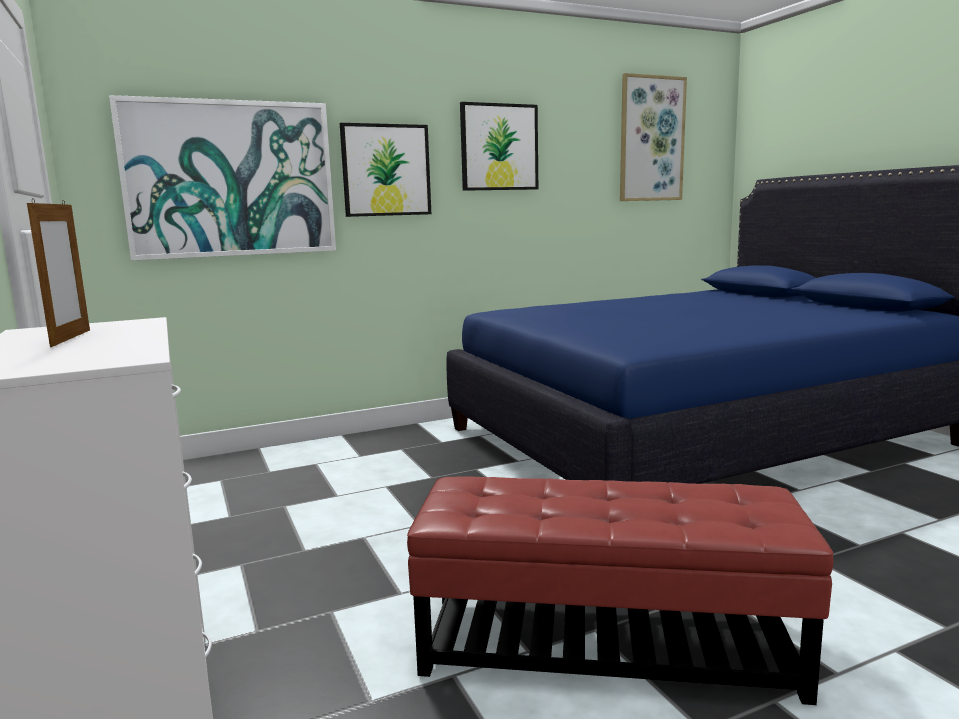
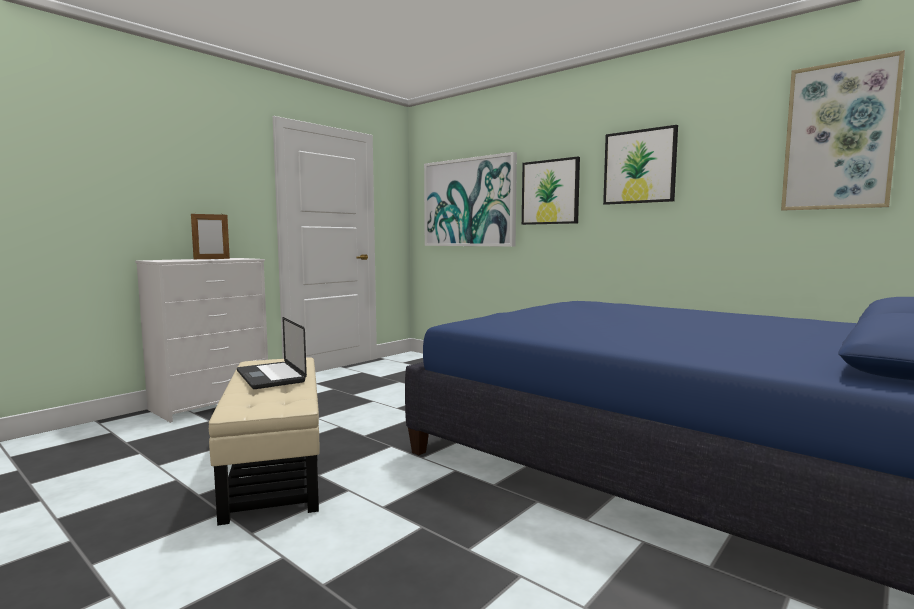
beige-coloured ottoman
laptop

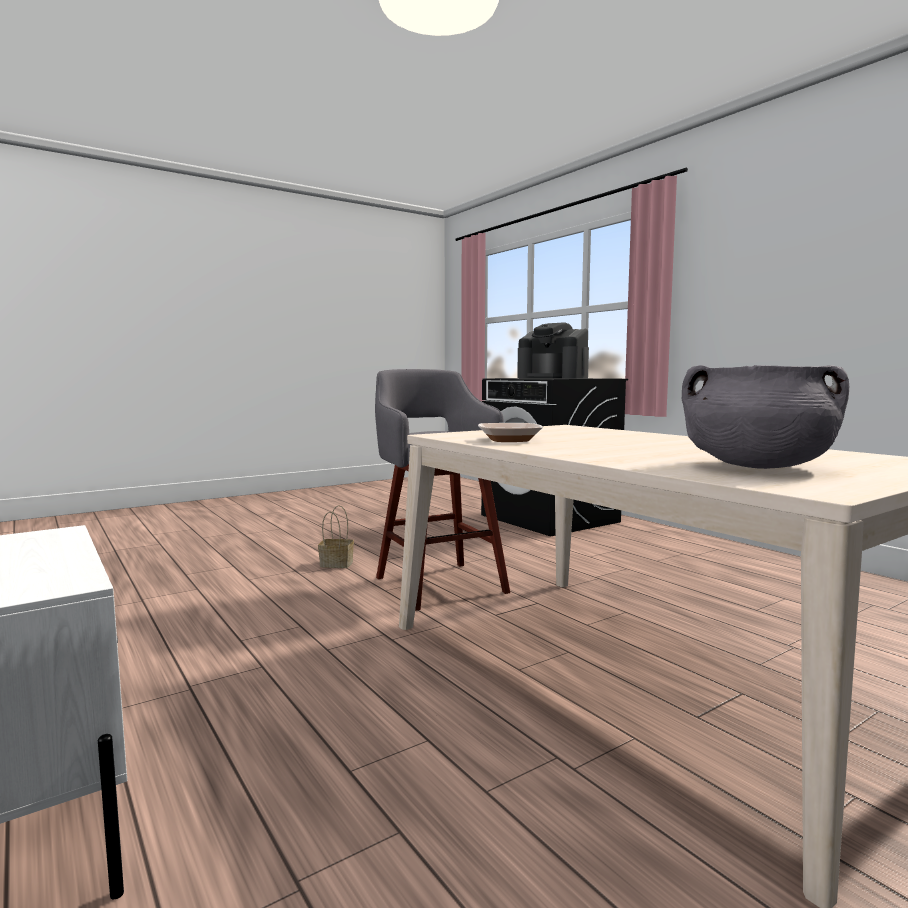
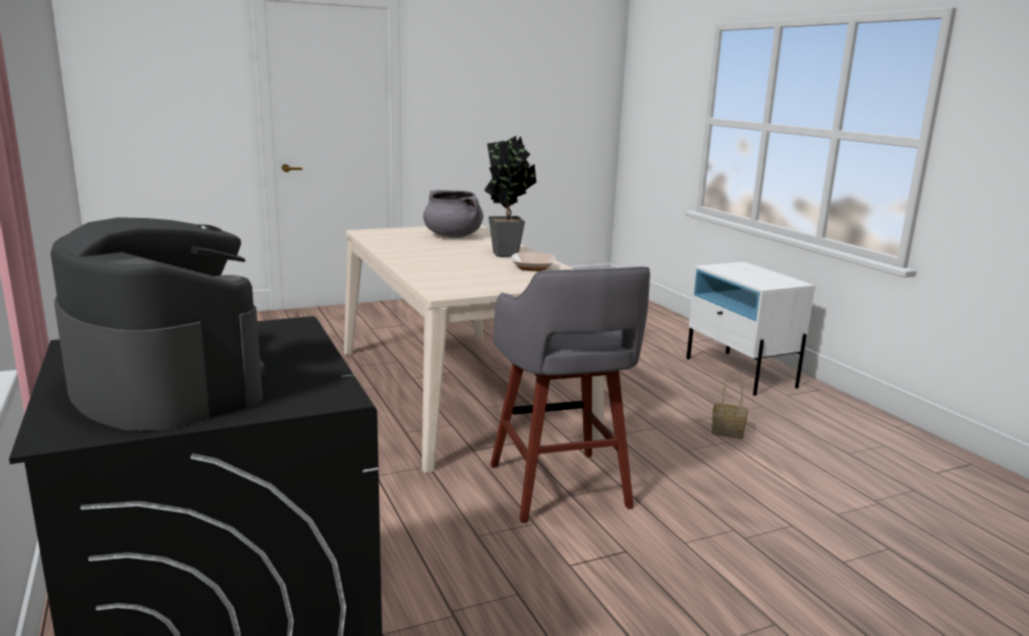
plant in a pot
storage basket

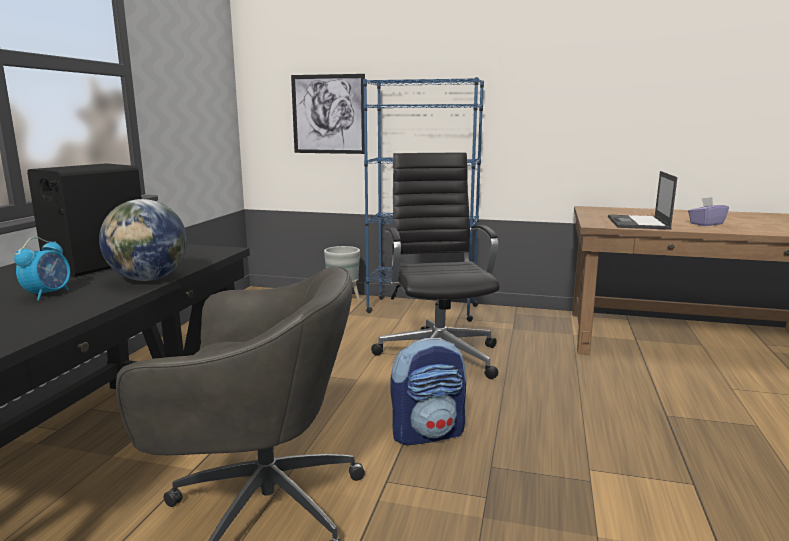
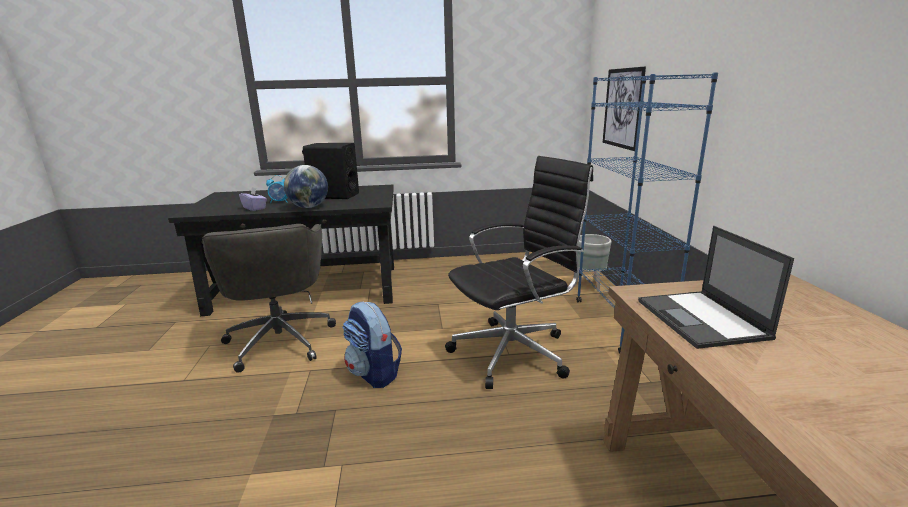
purple-coloured tissue holder
laptop

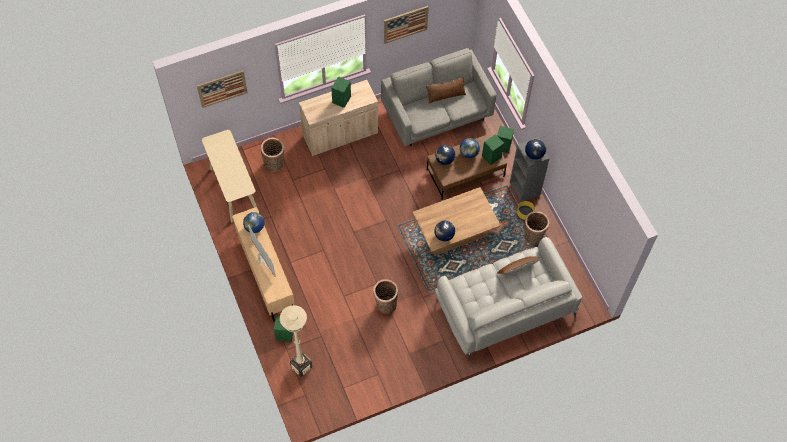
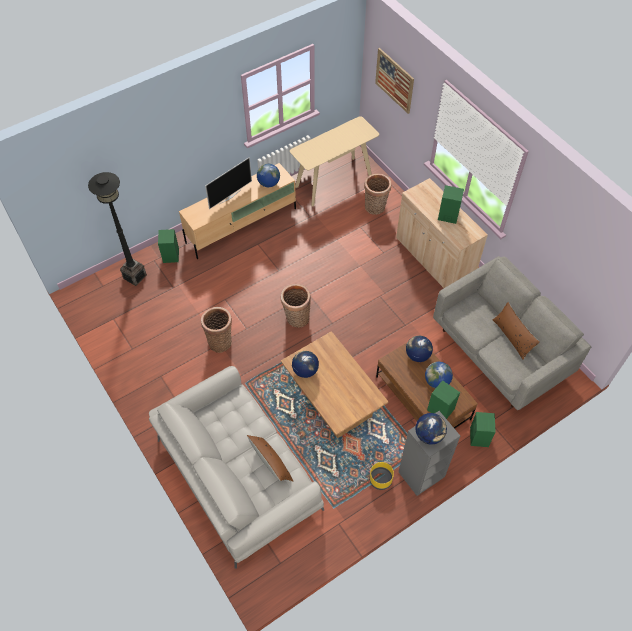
black-coloured standard lamp
storage basket (2nd from left)
picture (2nd from left in the first image)

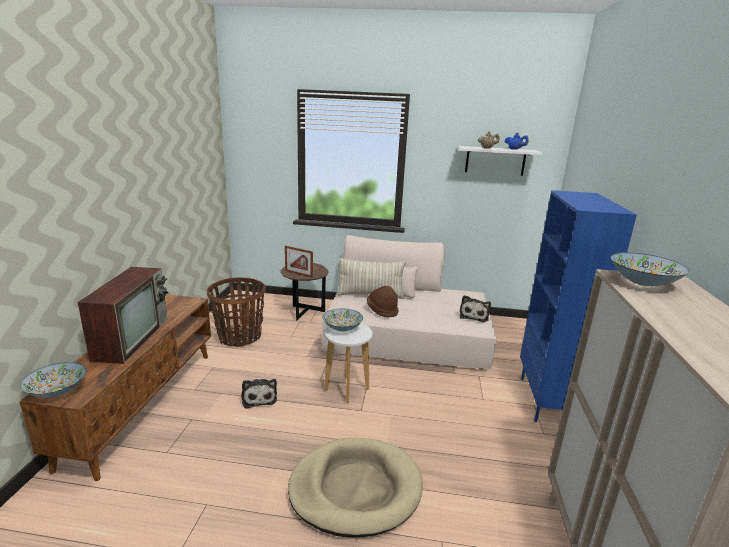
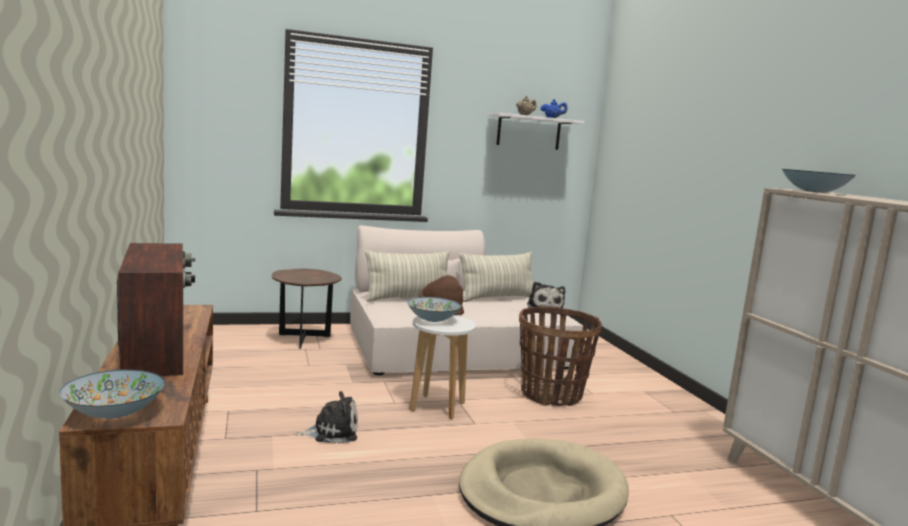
soft toy (1st from left)
pillow (2nd from left)
storage basket
photo frame
bluish shelving unit

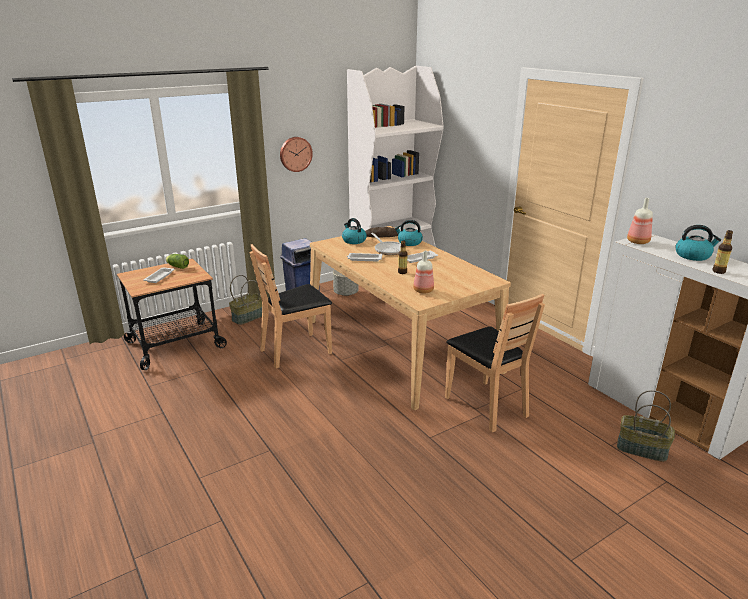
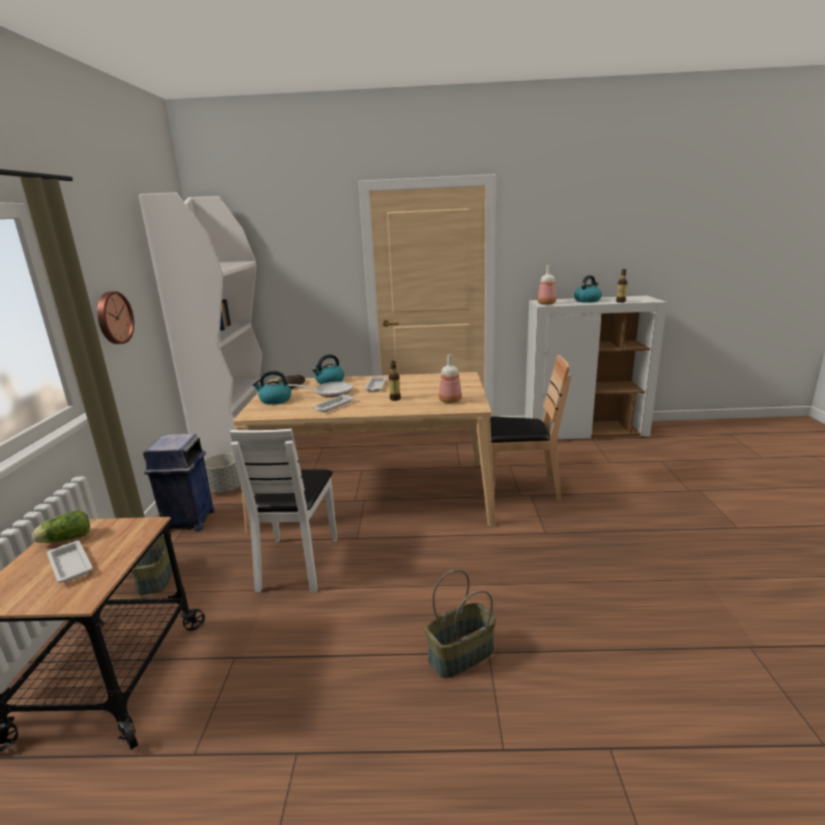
white-coloured plain chair
storage basket (2nd from left)

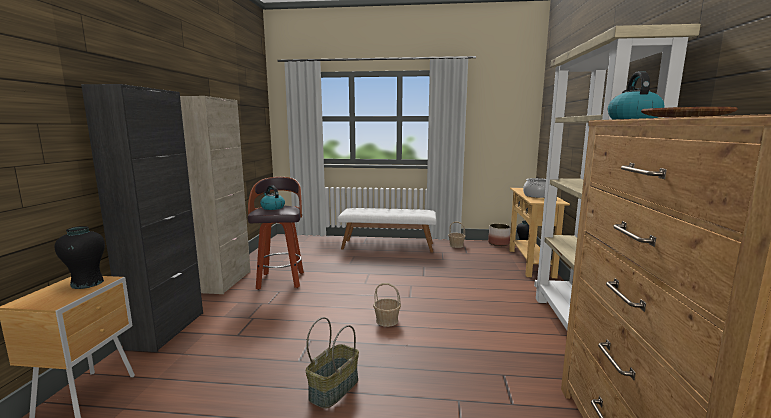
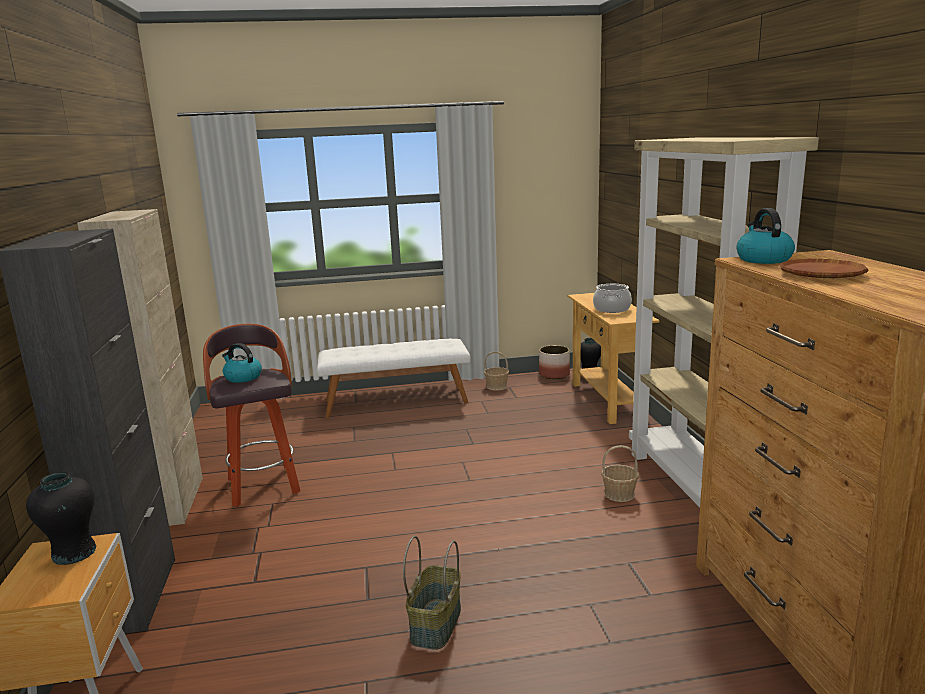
storage basket (3rd from left)

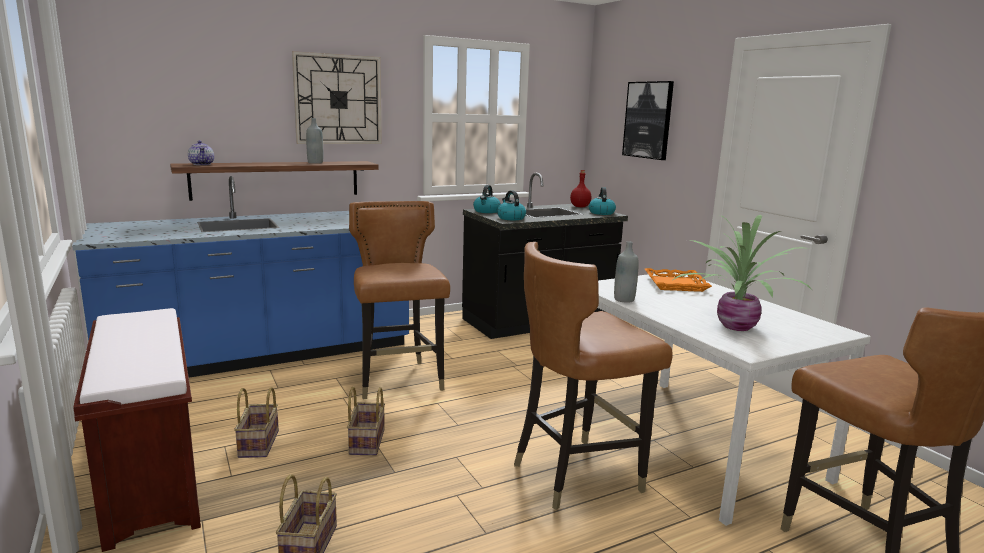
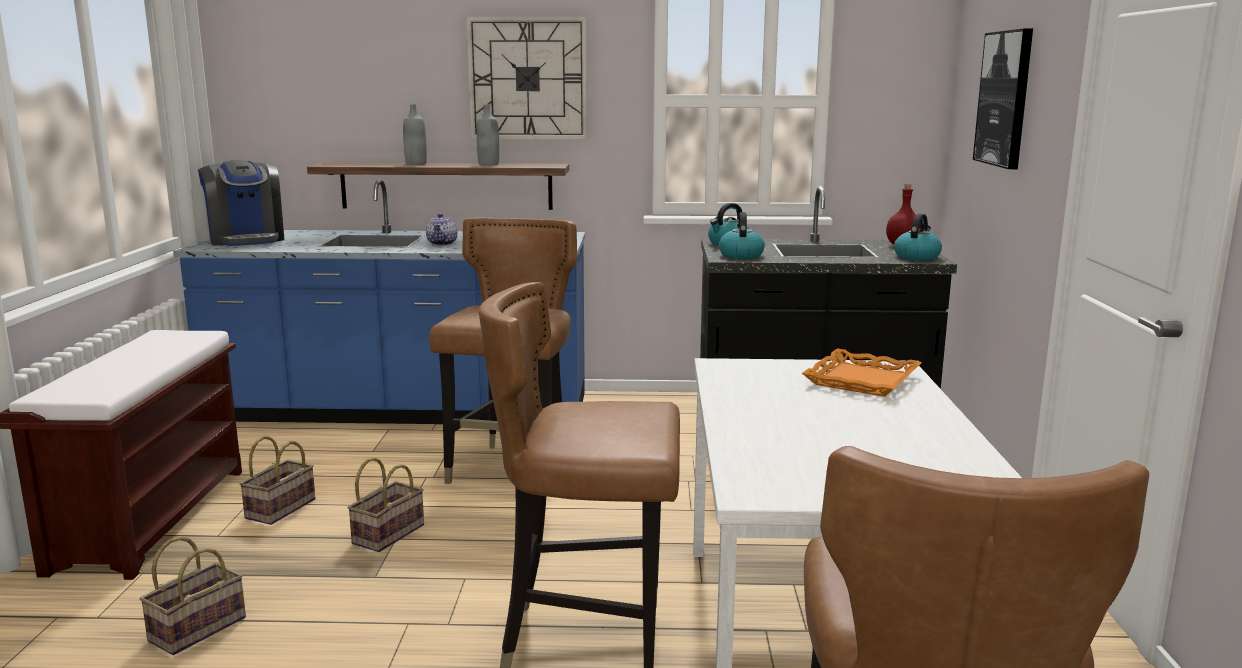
coffee maker
grey drink bottle (1st from left)
teapot
plant in a pot

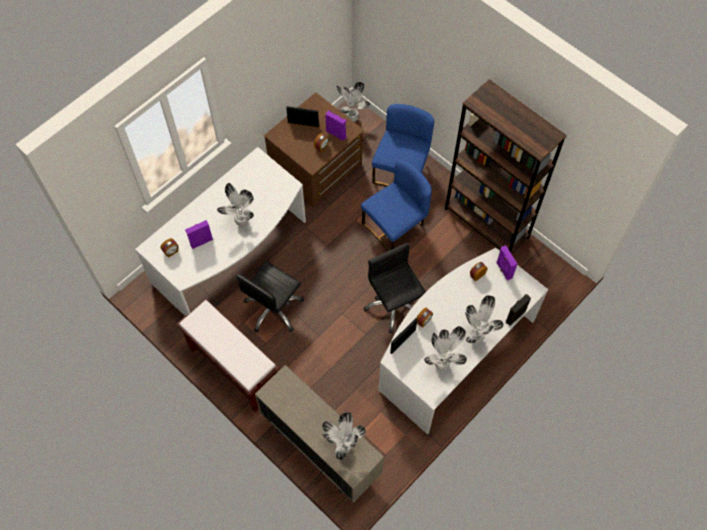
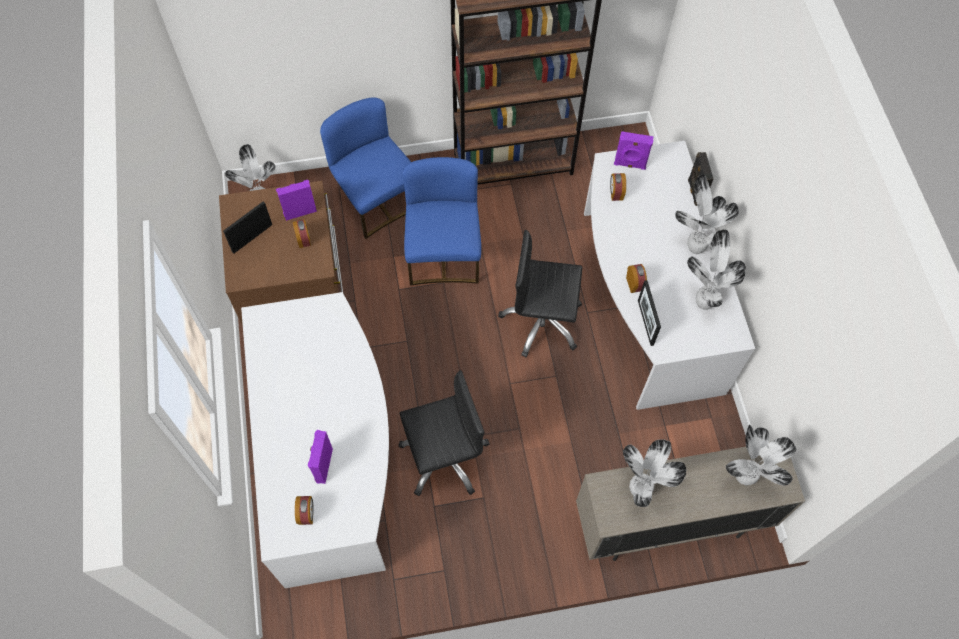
black-coloured desk chair (1st from left)
plant in a pot (2nd from left)
brown-coloured long seat

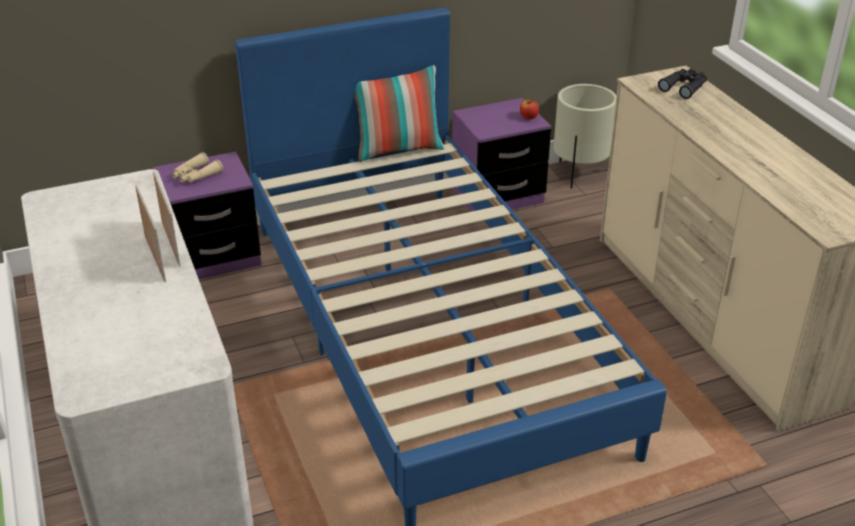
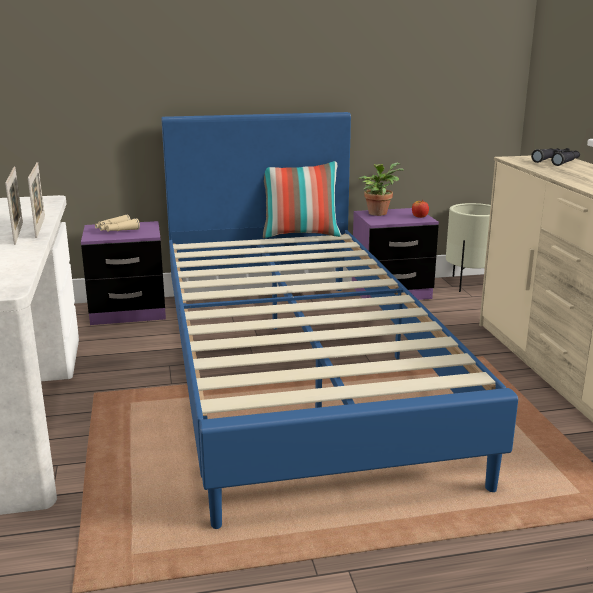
plant in a pot

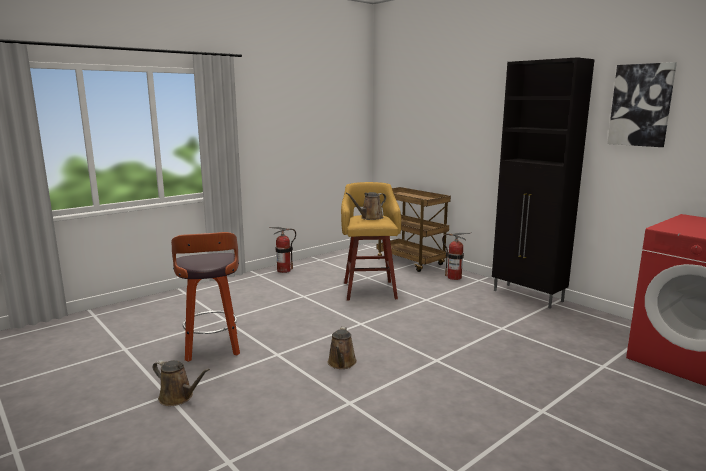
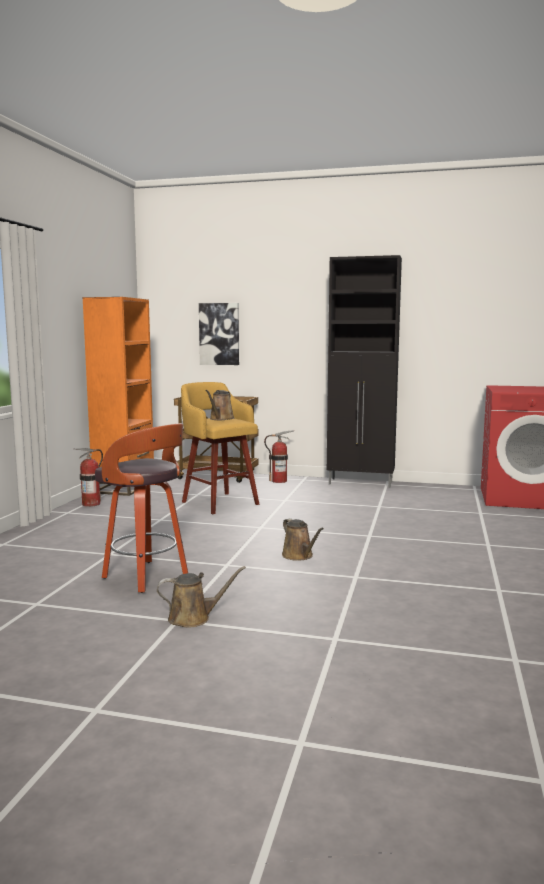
orange shelving unit
picture

